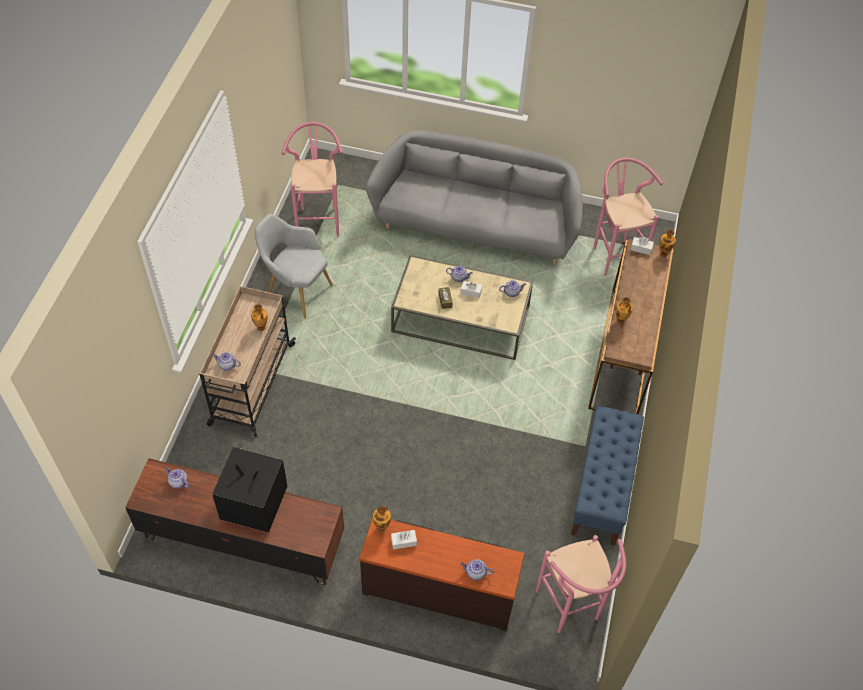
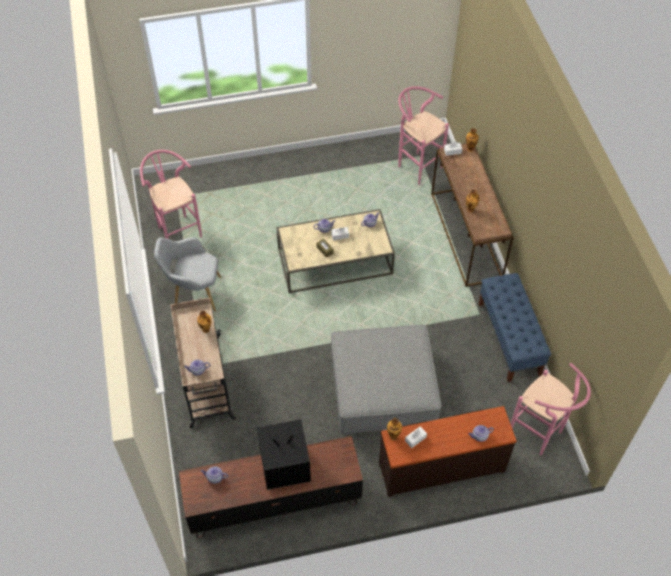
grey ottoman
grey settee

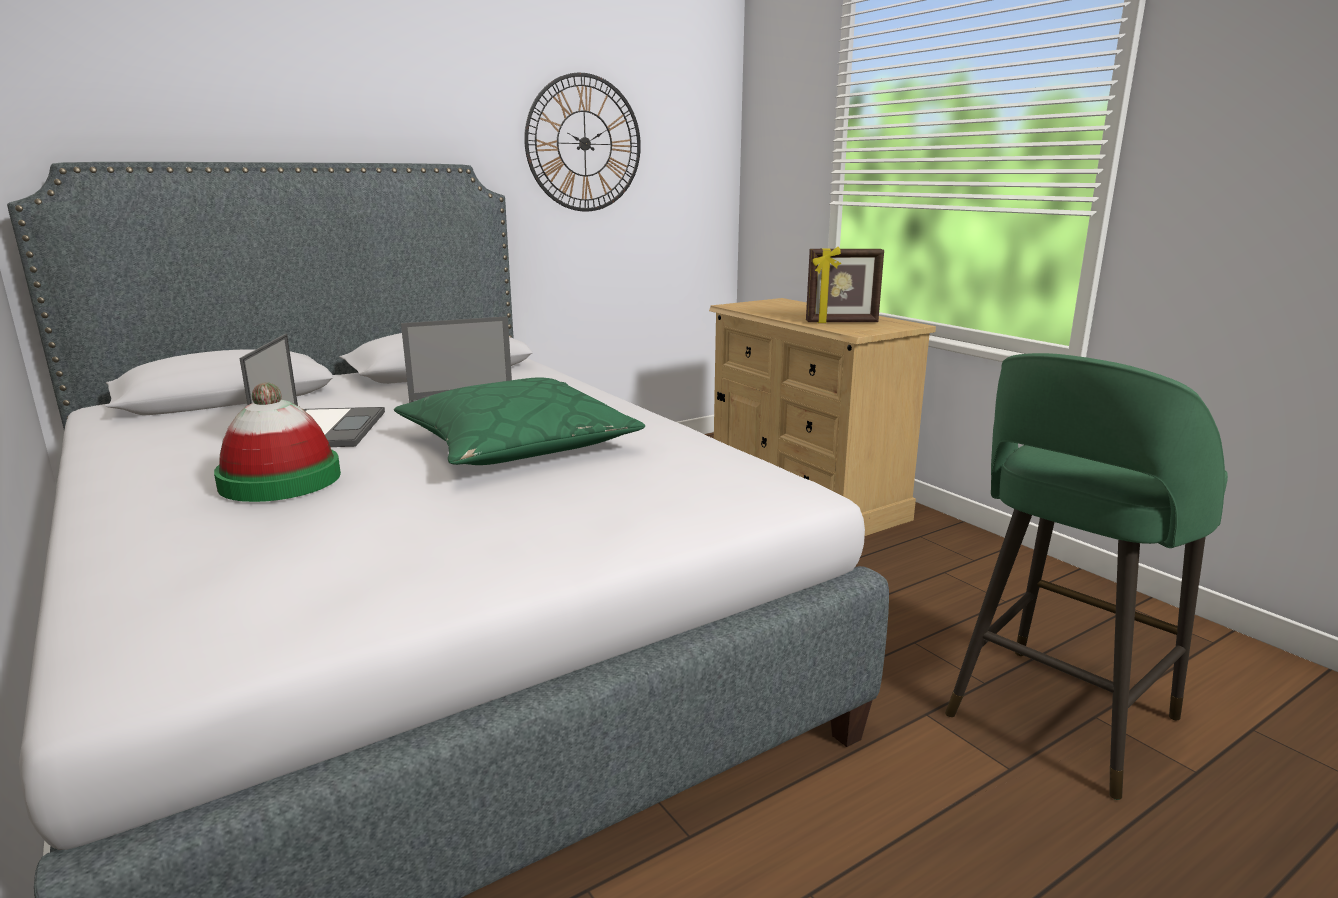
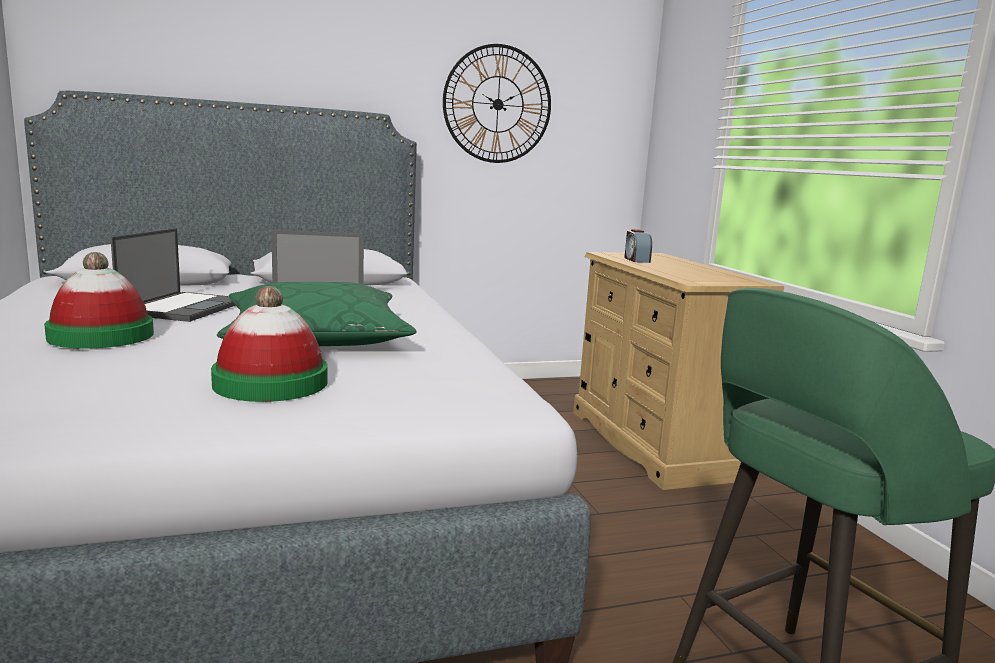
hat (2nd from left)
table clock
photo frame

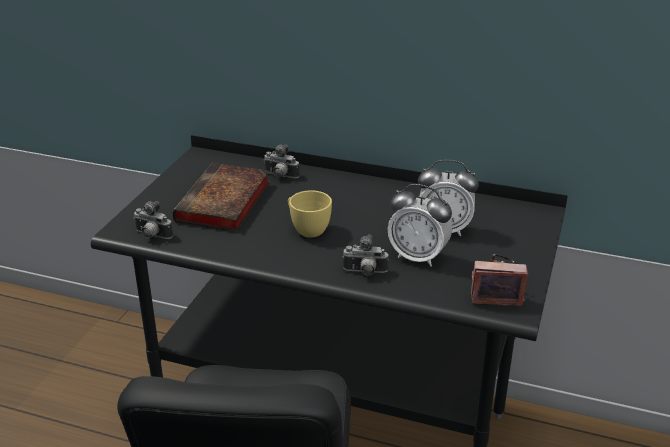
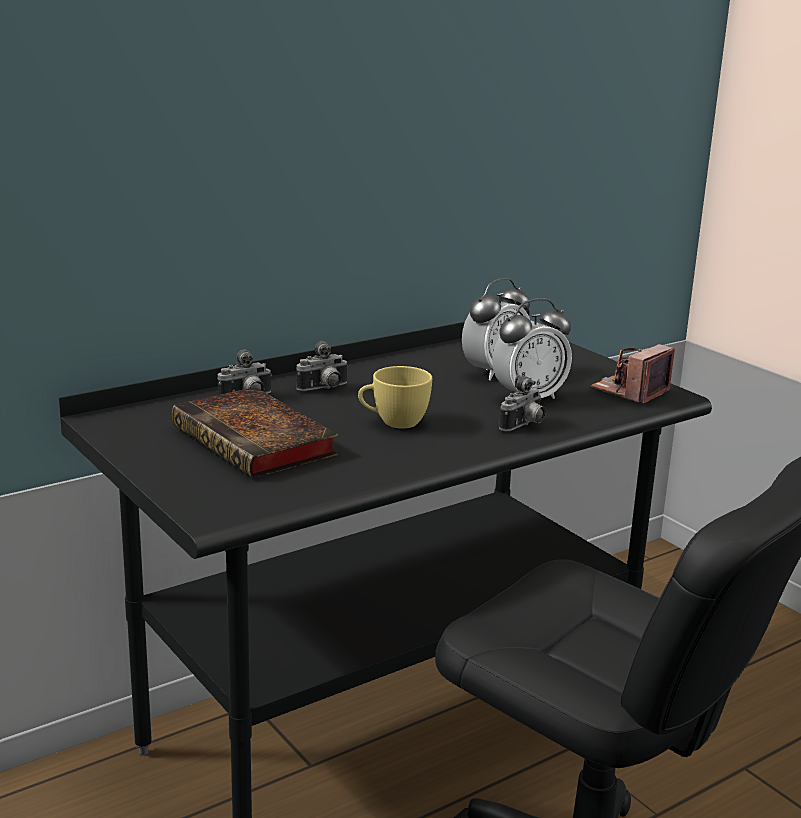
still camera (2nd from left)

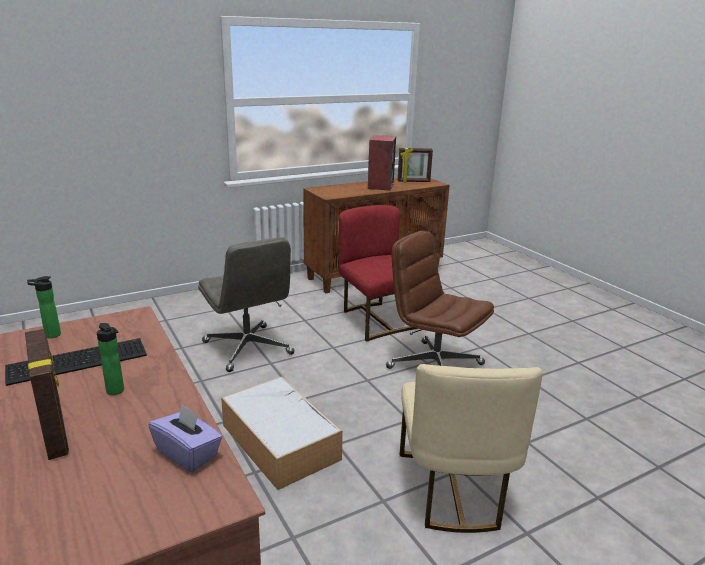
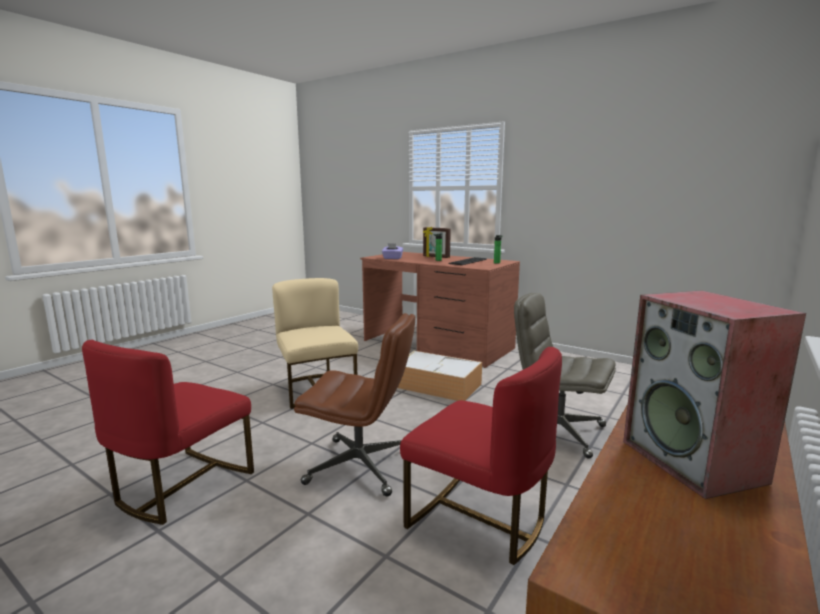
reddish plain chair (1st from left)
photo frame (2nd from left in the first image)

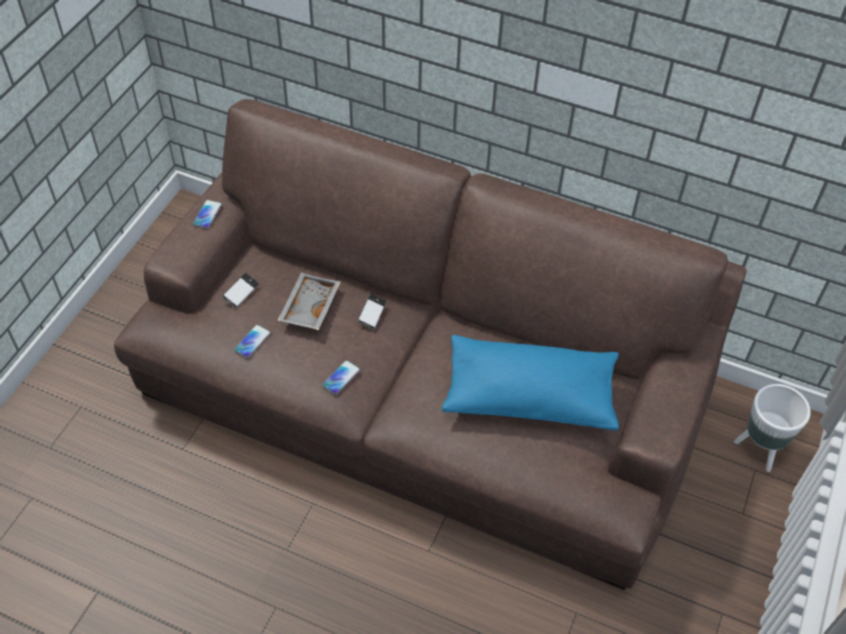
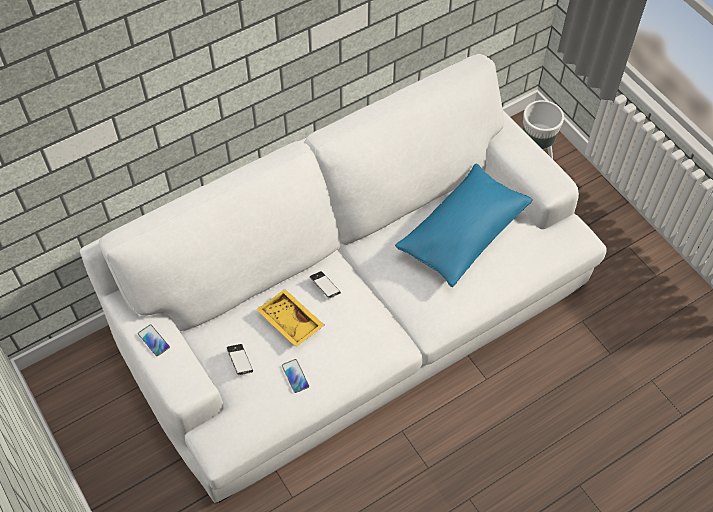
white-coloured settee
yellow-coloured serving tray
phone (4th from left in the first image)

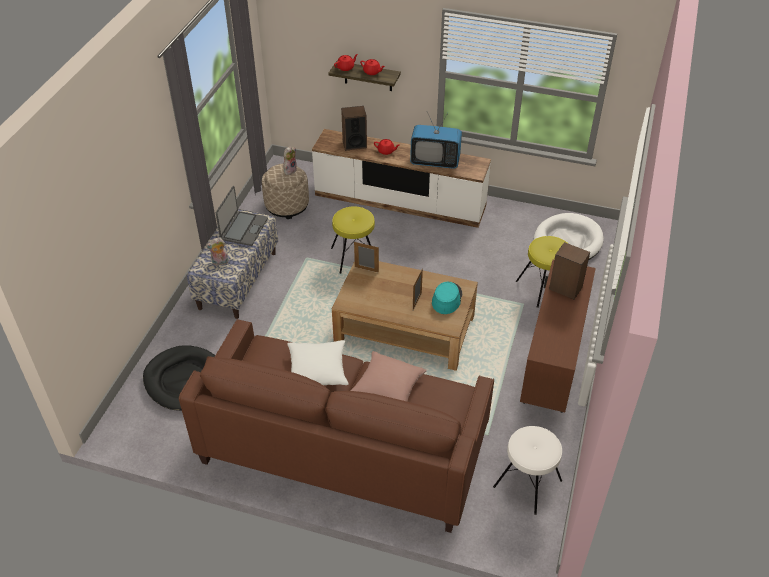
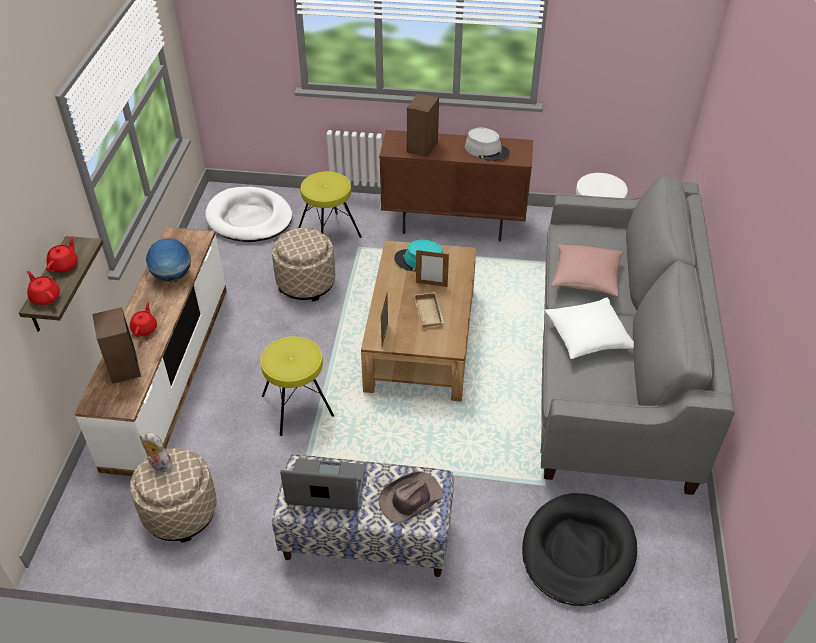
globe
beige-coloured ottoman (2nd from left)
brown-coloured hat
beige-coloured serving tray
grey hat
grey settee

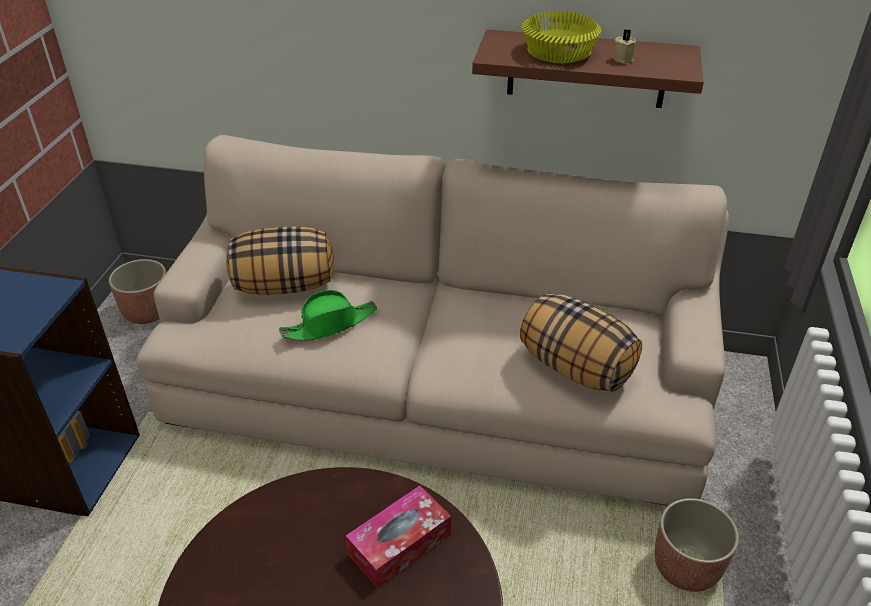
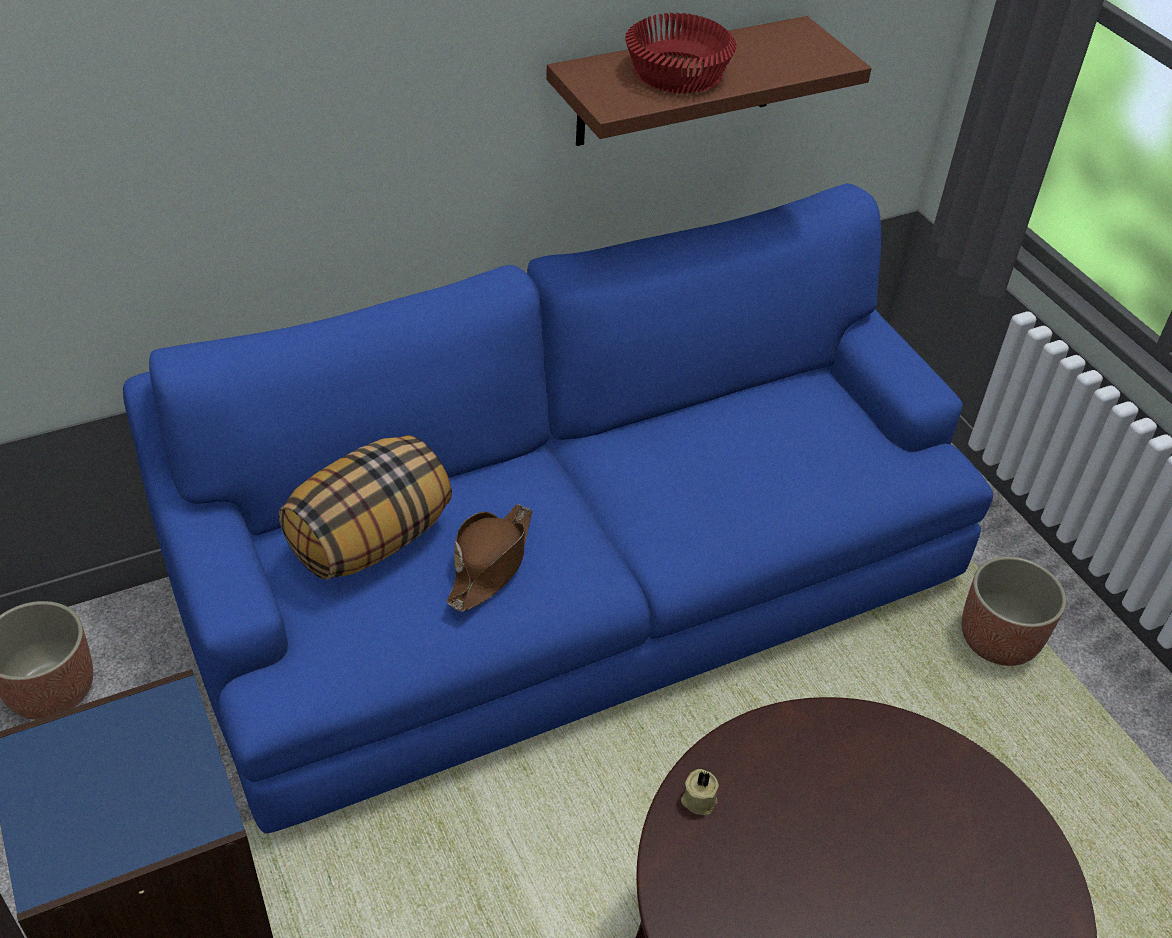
bluish settee
brown-coloured hat
reddish serving bowl
beige-coloured candle
tissue holder
pillow (2nd from left in the first image)

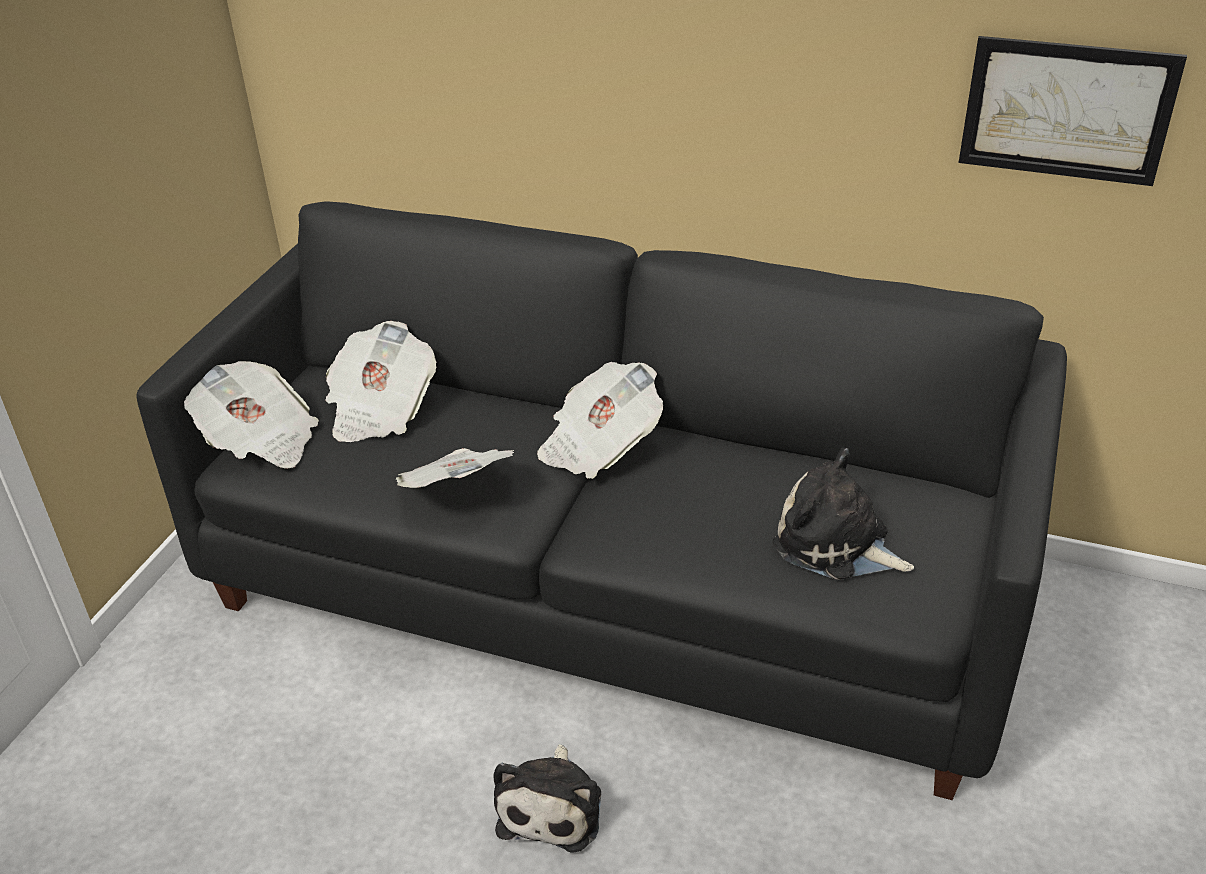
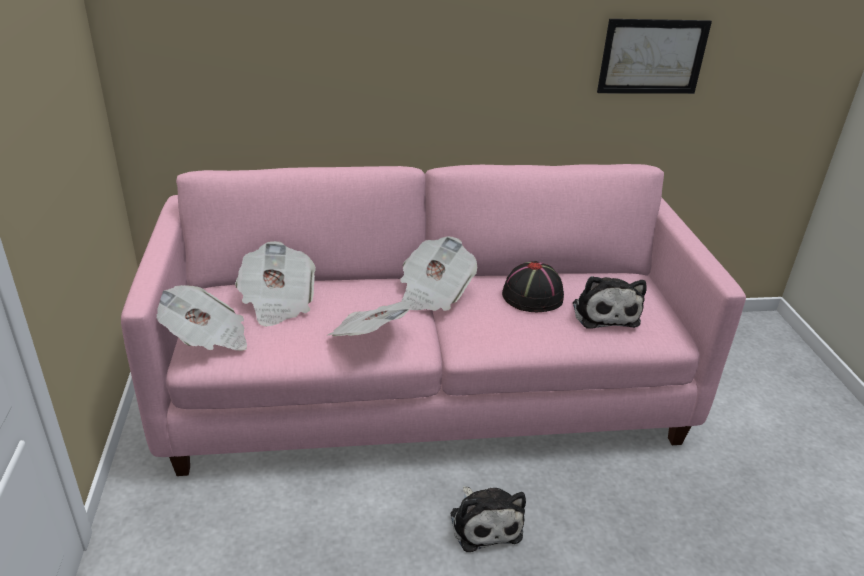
pink settee
black-coloured hat
soft toy (2nd from left)

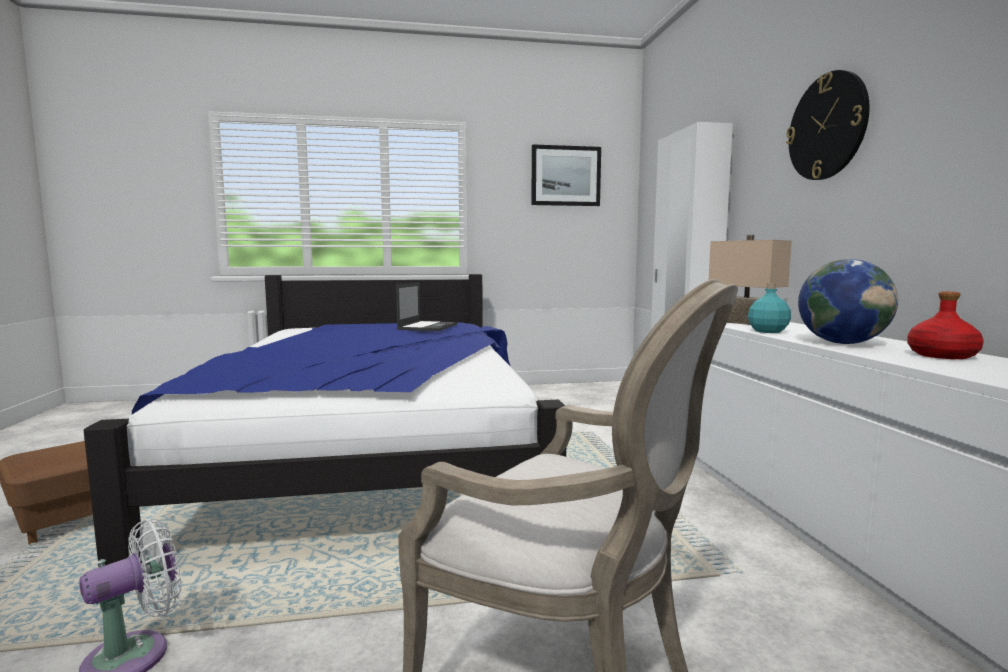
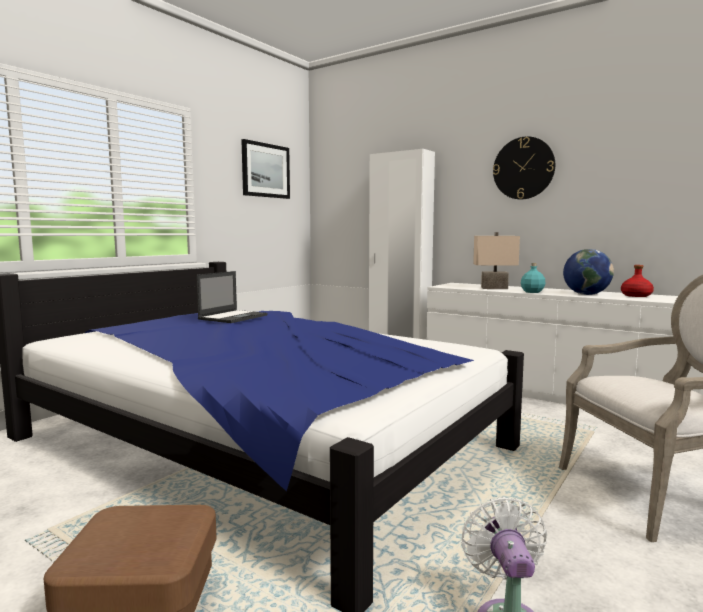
laptop

